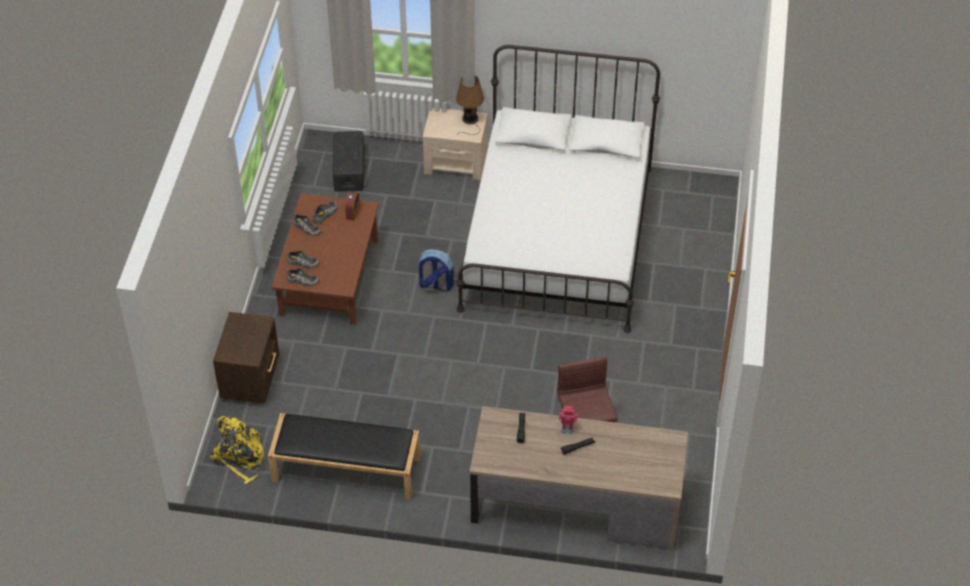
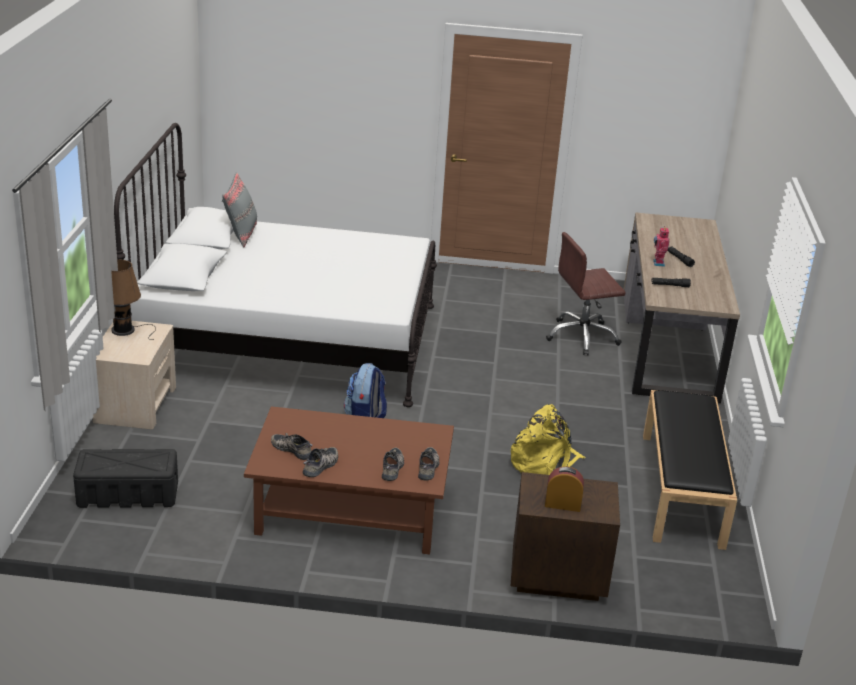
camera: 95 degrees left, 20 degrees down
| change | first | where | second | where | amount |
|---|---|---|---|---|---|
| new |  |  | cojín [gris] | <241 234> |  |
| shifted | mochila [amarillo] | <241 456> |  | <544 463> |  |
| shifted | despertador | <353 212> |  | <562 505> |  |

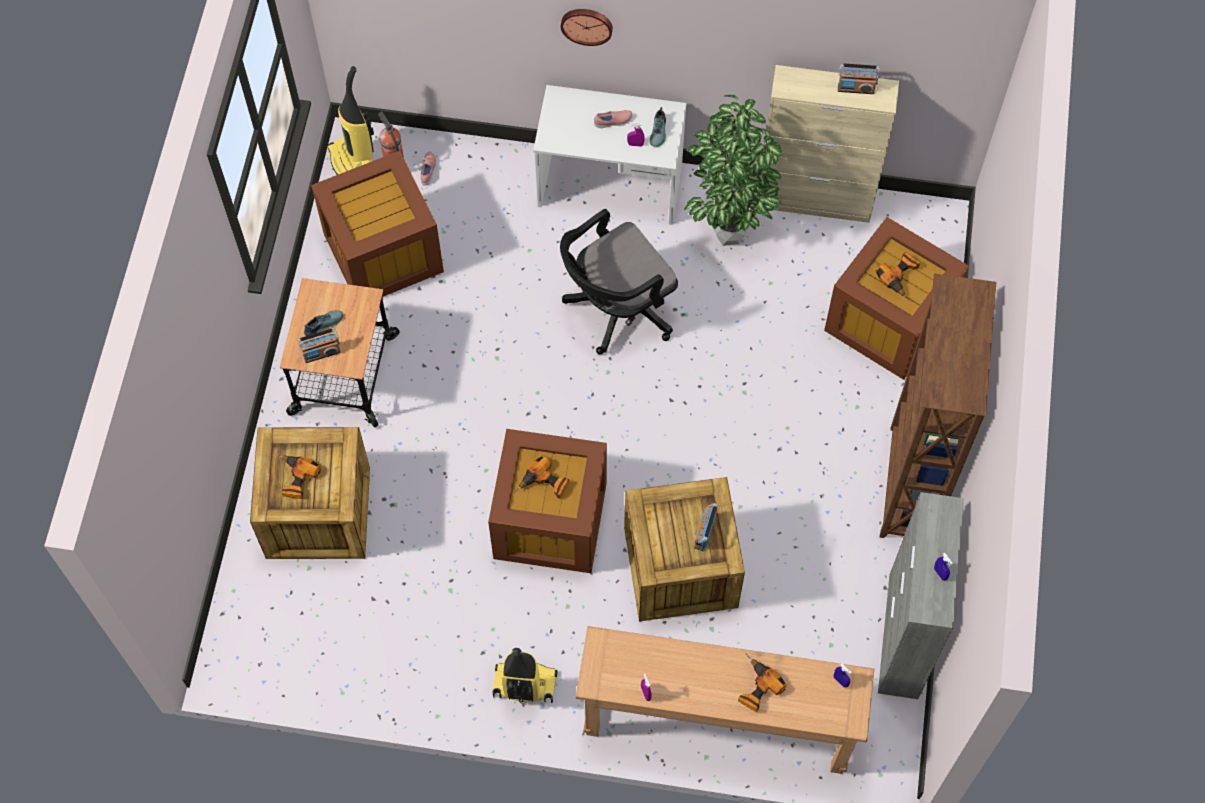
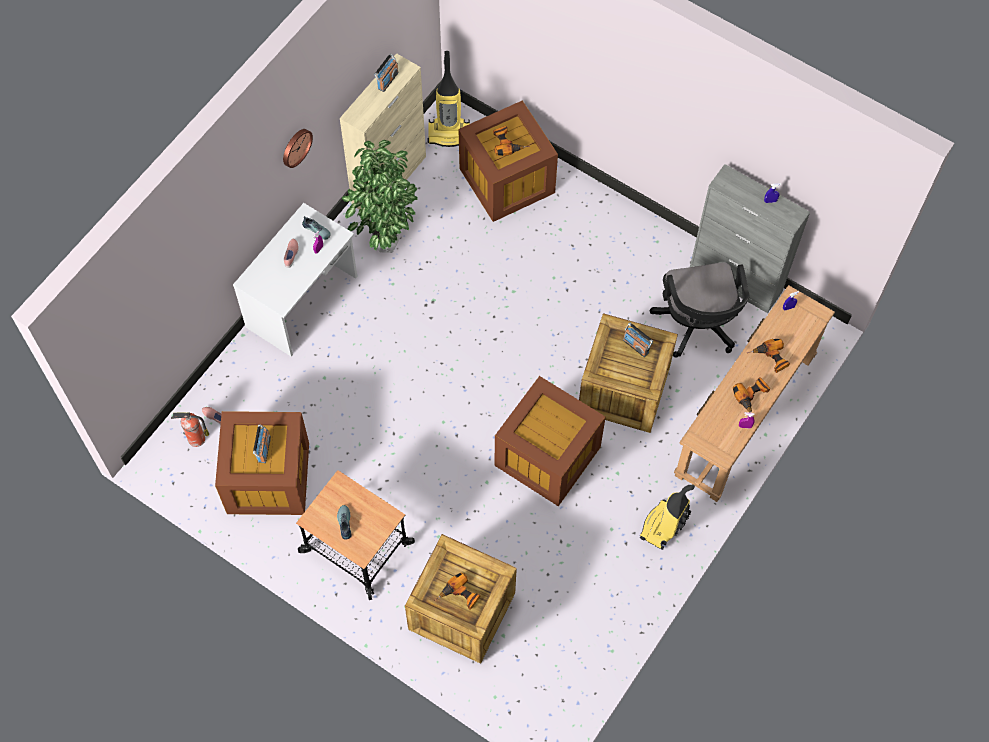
camera: 65 degrees left, 0 degrees up
| change | first | where | second | where | amount |
|---|---|---|---|---|---|
| shifted | radio | <321 353> |  | <264 449> |  |
| shifted | reloj de pared | <587 24> |  | <295 147> |  |
| shifted | aspiradora | <353 162> |  | <449 133> |  |
| shifted | silla de oficina [negro] | <616 309> |  | <697 326> |  |
| shifted | taladro | <544 484> |  | <752 397> |  |
| gone | estantería [marrón] | <908 486> |  |  |  |

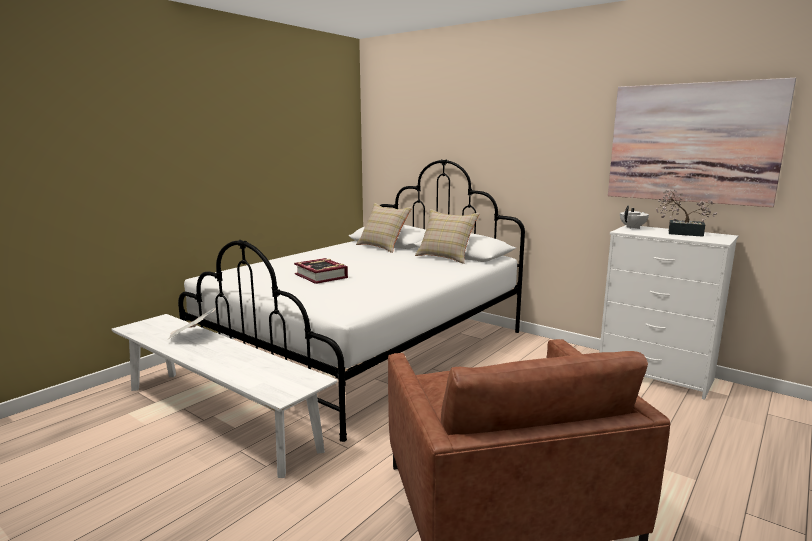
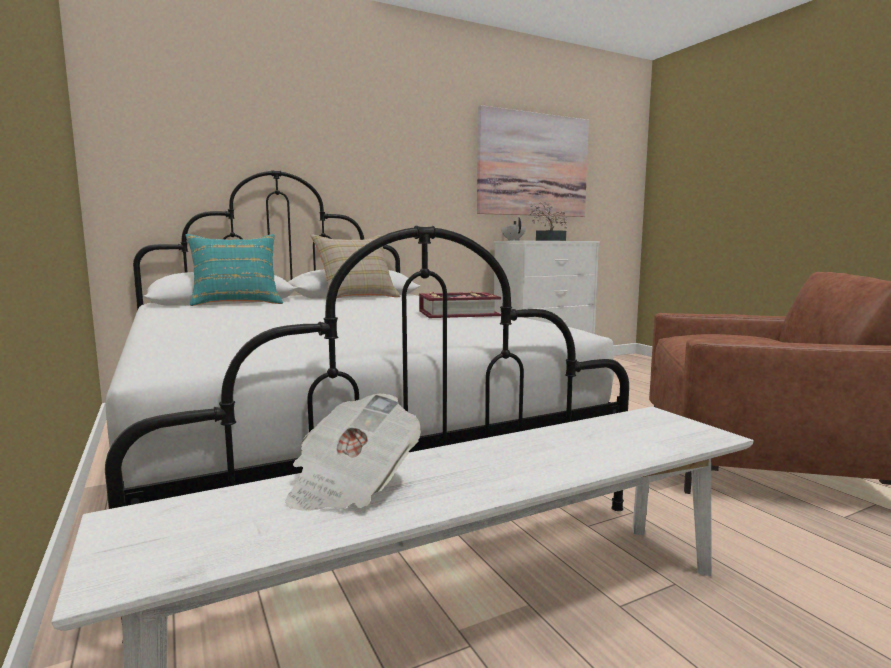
camera: 65 degrees left, 5 degrees down
| change | first | where | second | where | amount |
|---|---|---|---|---|---|
| repainted | cojín [beis] | <383 247> | cojín [turquesa] | <237 303> |  |
| shifted | libro | <321 276> |  | <458 314> |  |

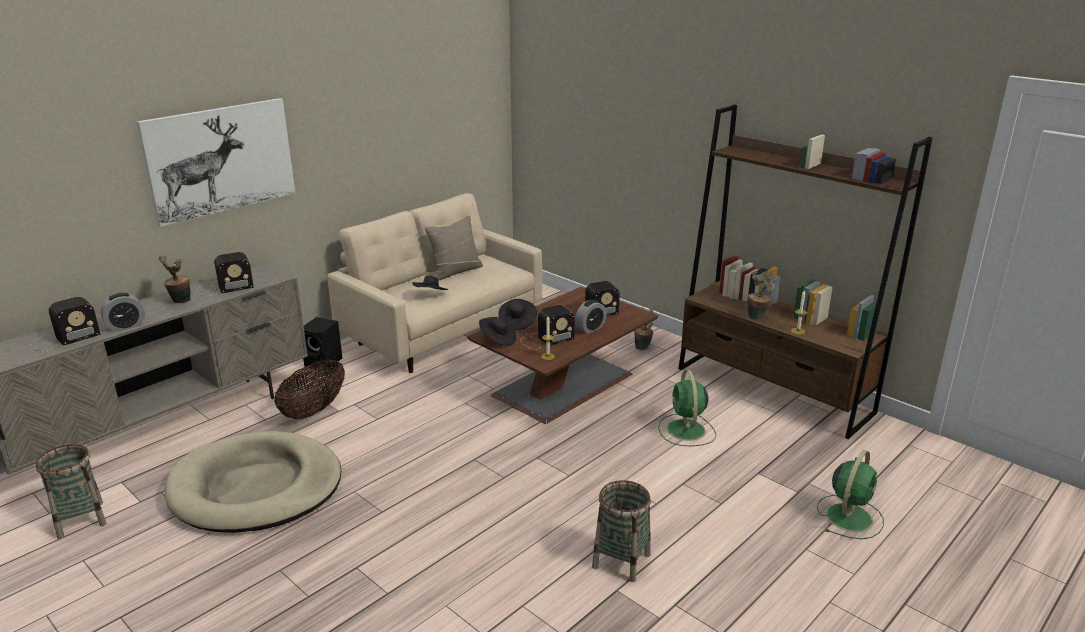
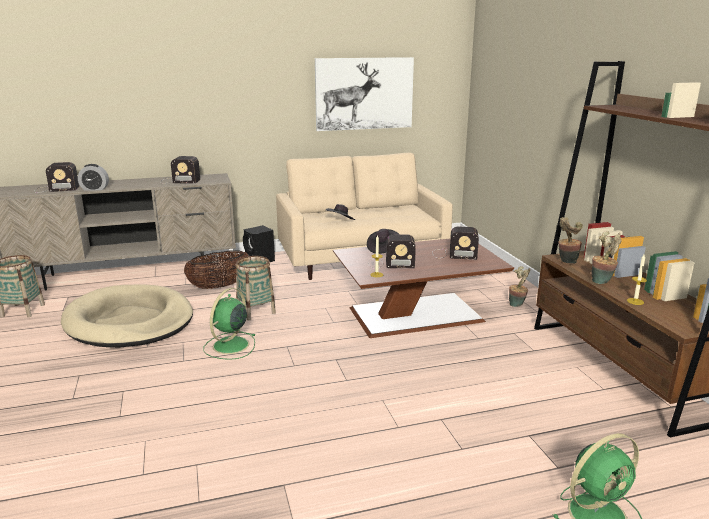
camera: 30 degrees right, 5 degrees down
| change | first | where | second | where | amount |
|---|---|---|---|---|---|
| shifted | ventilador [verde] | <686 431> |  | <230 346> |  |
| shifted | cesta | <621 560> |  | <256 311> |  |
| shifted | cuadro | <221 159> |  | <364 93> |  |
| shifted | planta en maceta | <179 301> |  | <566 262> |  |
| gone | cojín [beis] | <456 271> |  |  |  |
| gone | sombrero [negro] | <497 340> |  |  |  |
| gone | despertador | <590 328> |  |  |  |

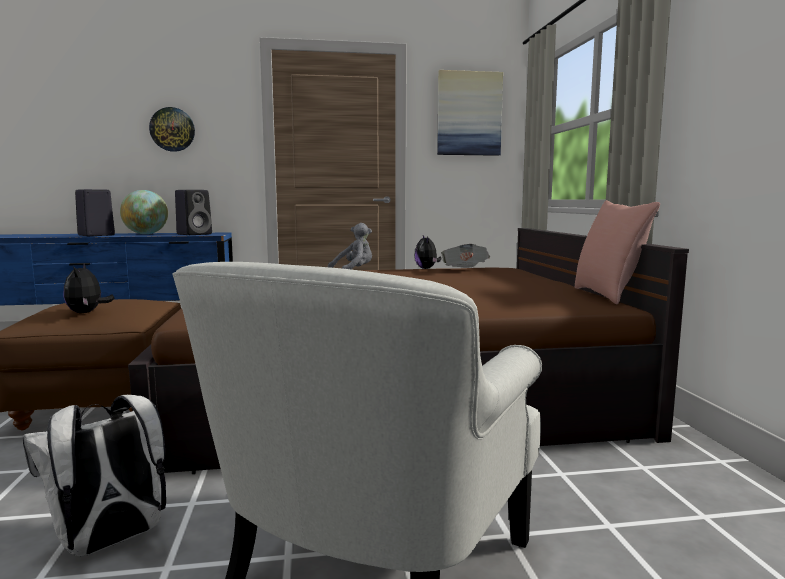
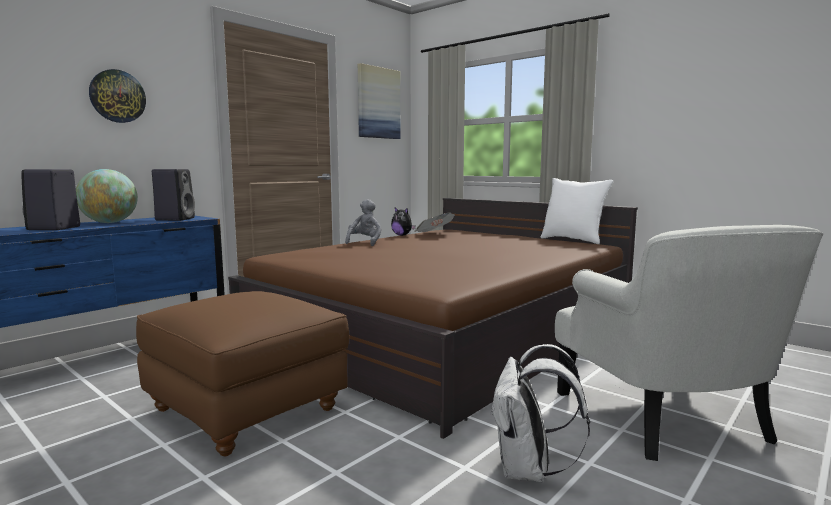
camera: 40 degrees left, 0 degrees up
| change | first | where | second | where | amount |
|---|---|---|---|---|---|
| repainted | cojín [rosa] | <608 295> | cojín [blanco] | <573 240> |  |
| gone | peluche | <87 313> |  |  |  |

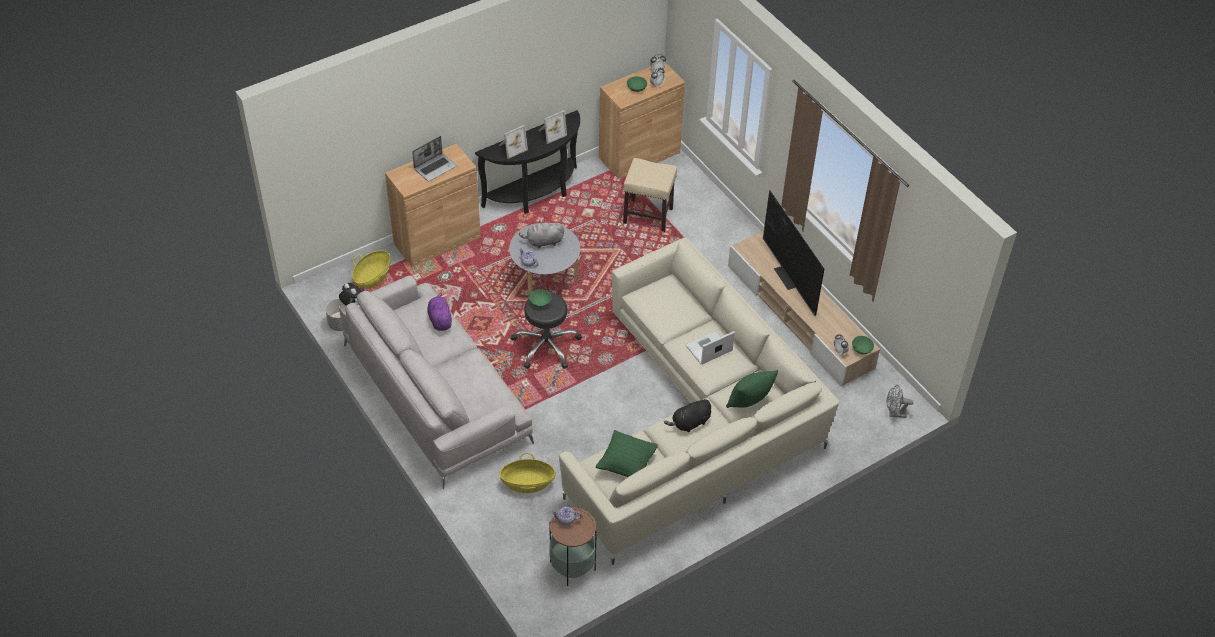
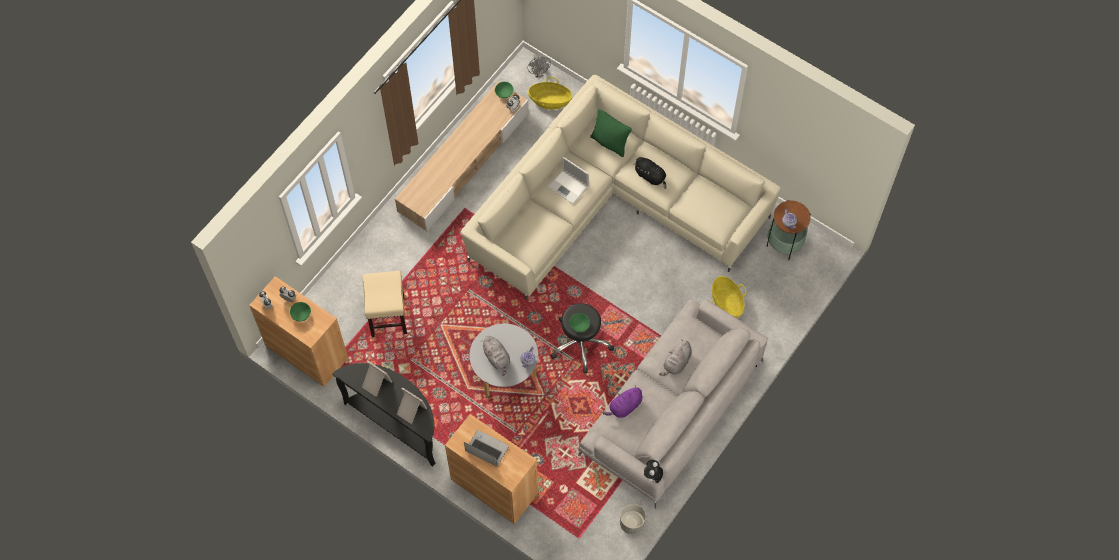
camera: 110 degrees left, 15 degrees up
| change | first | where | second | where | amount |
|---|---|---|---|---|---|
| shifted | cesta | <372 277> |  | <550 101> |  |
| new |  |  | peluche [gris] | <676 363> |  |
| gone | cojín [verde] | <626 464> |  |  |  |
| gone | televisor | <788 277> |  |  |  |

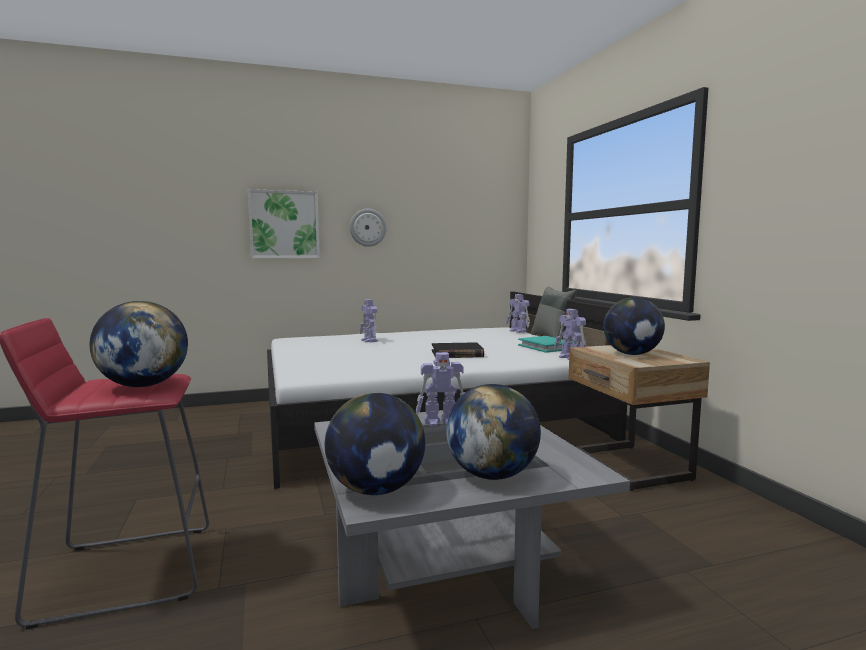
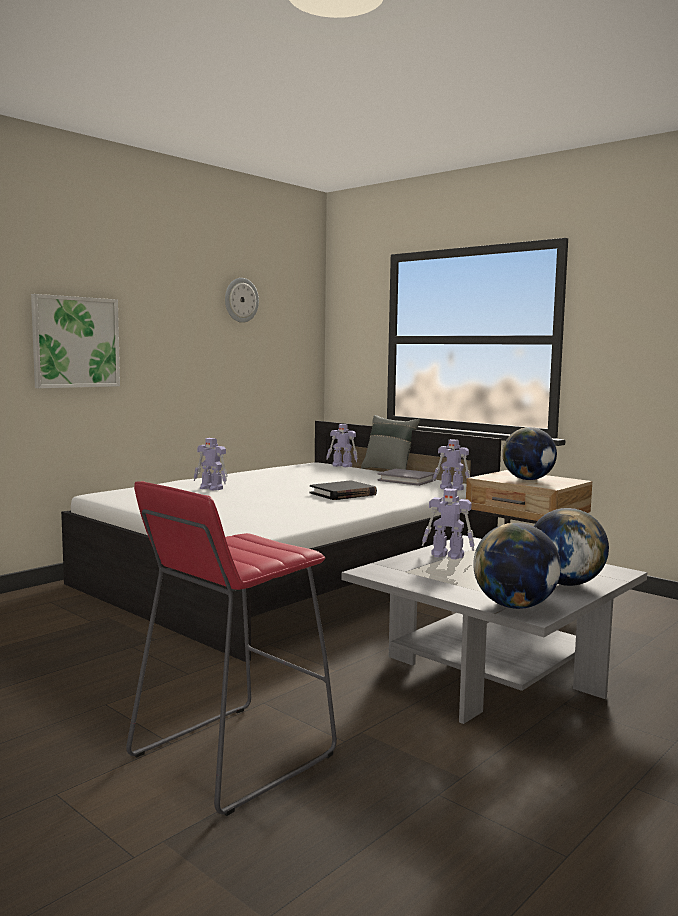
camera: 30 degrees left, 0 degrees up
| change | first | where | second | where | amount |
|---|---|---|---|---|---|
| shifted | reloj de pared | <368 227> |  | <241 300> |  |
| repainted | libro [turquesa] | <546 347> | libro [gris] | <407 480> |  |
| rotated | robot de juguete | <442 422> |  | <448 555> | 60 degrees clockwise |
| gone | globo terráqueo | <143 385> |  |  |  |

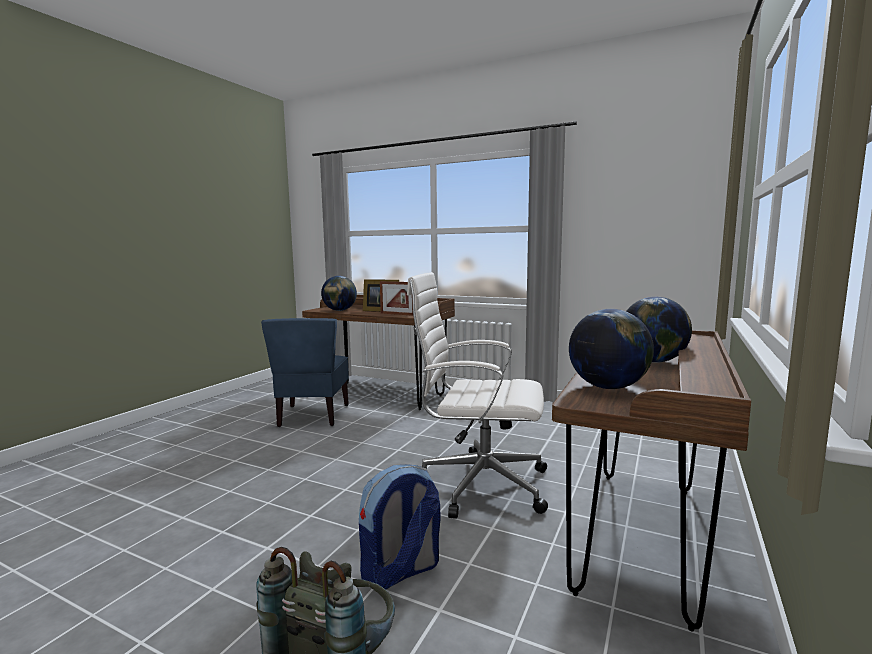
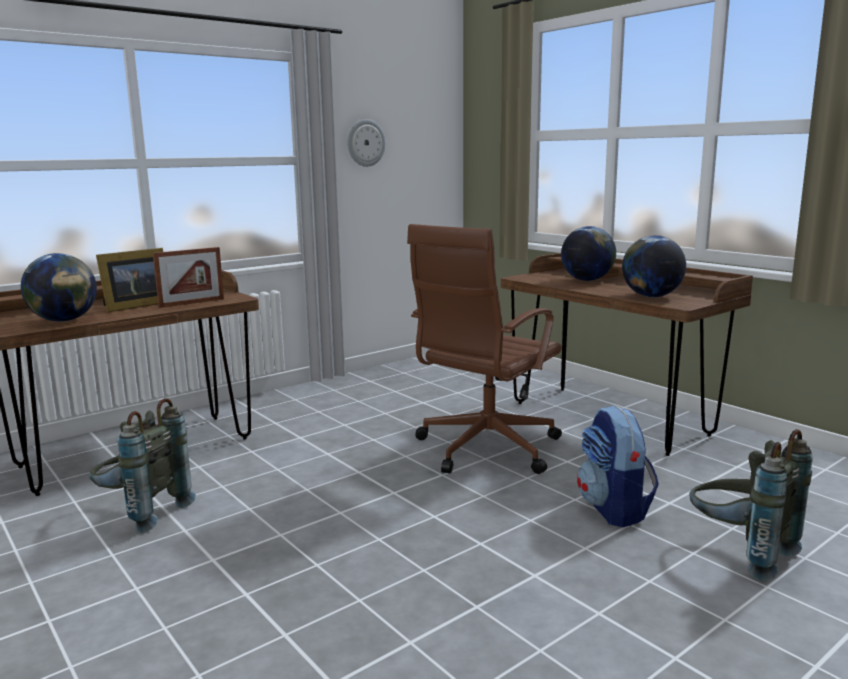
camera: 65 degrees left, 5 degrees up
| change | first | where | second | where | amount |
|---|---|---|---|---|---|
| swapped | silla [azul] | <313 416> | mochila [gris] | <141 512> |  |
| new |  |  | reloj de pared | <365 143> |  |
| repainted | silla de oficina [blanco] | <479 483> | silla de oficina [marrón] | <484 449> |  |

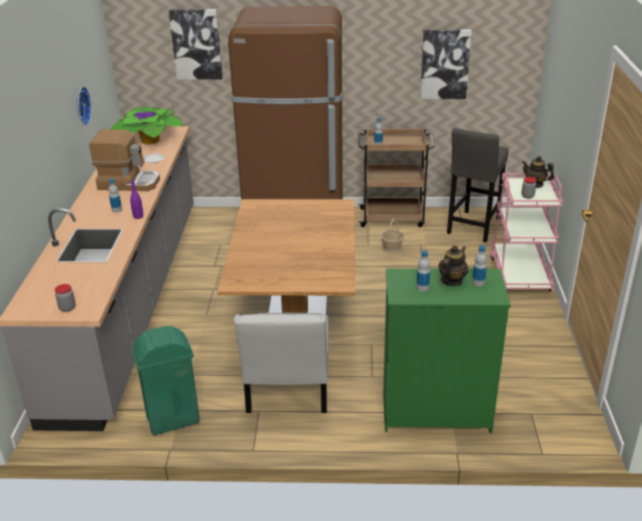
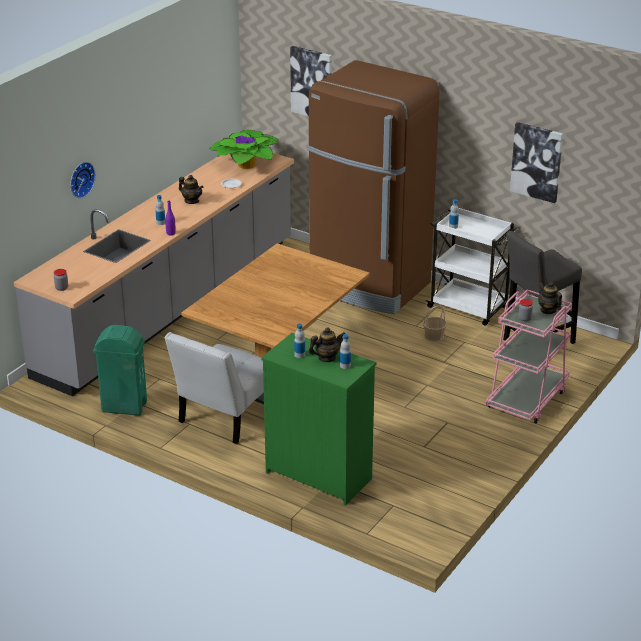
camera: 30 degrees right, 0 degrees up
| change | first | where | second | where | amount |
|---|---|---|---|---|---|
| shifted | reloj de pared | <81 106> |  | <80 179> |  |
| swapped | cafetera | <129 183> | tetera | <191 201> |  |
| repainted | carrito [marrón] | <393 217> | carrito [blanco] | <469 308> |  |

